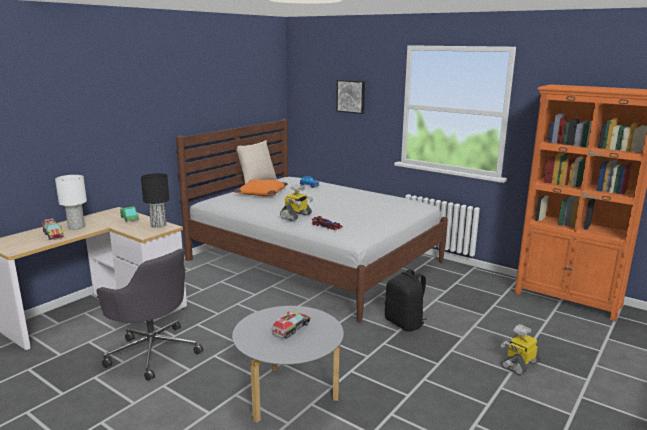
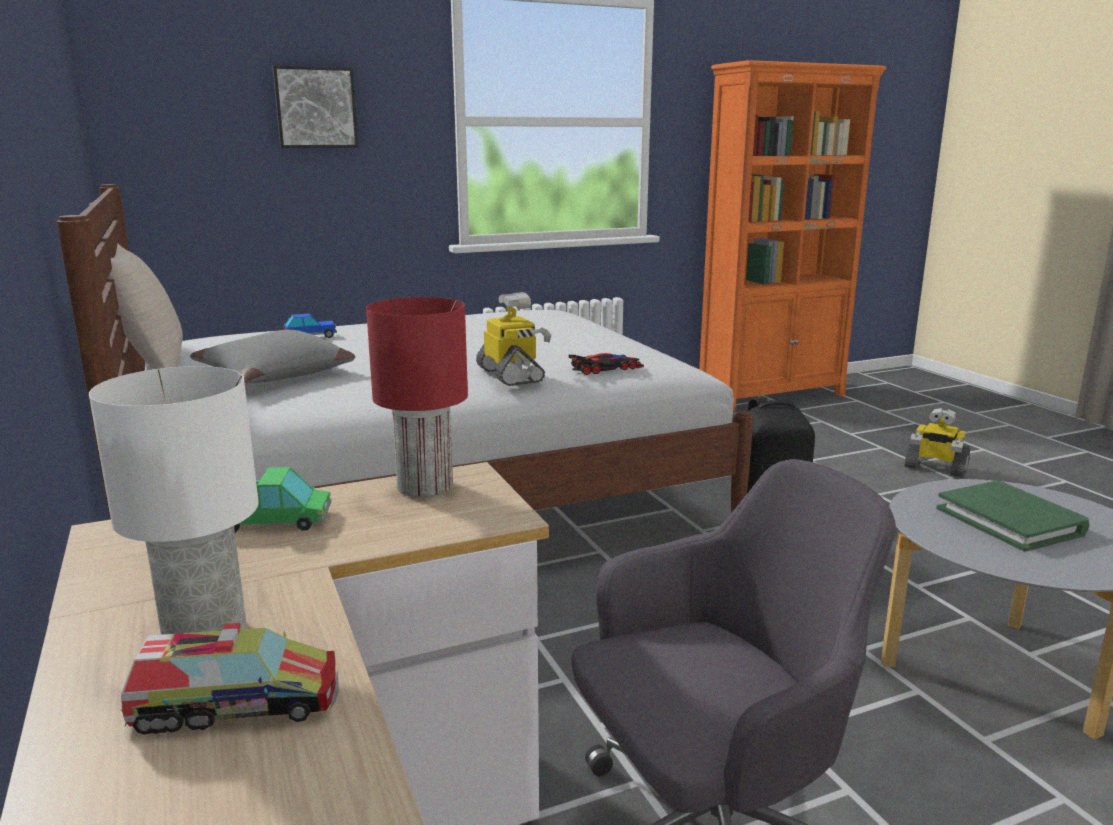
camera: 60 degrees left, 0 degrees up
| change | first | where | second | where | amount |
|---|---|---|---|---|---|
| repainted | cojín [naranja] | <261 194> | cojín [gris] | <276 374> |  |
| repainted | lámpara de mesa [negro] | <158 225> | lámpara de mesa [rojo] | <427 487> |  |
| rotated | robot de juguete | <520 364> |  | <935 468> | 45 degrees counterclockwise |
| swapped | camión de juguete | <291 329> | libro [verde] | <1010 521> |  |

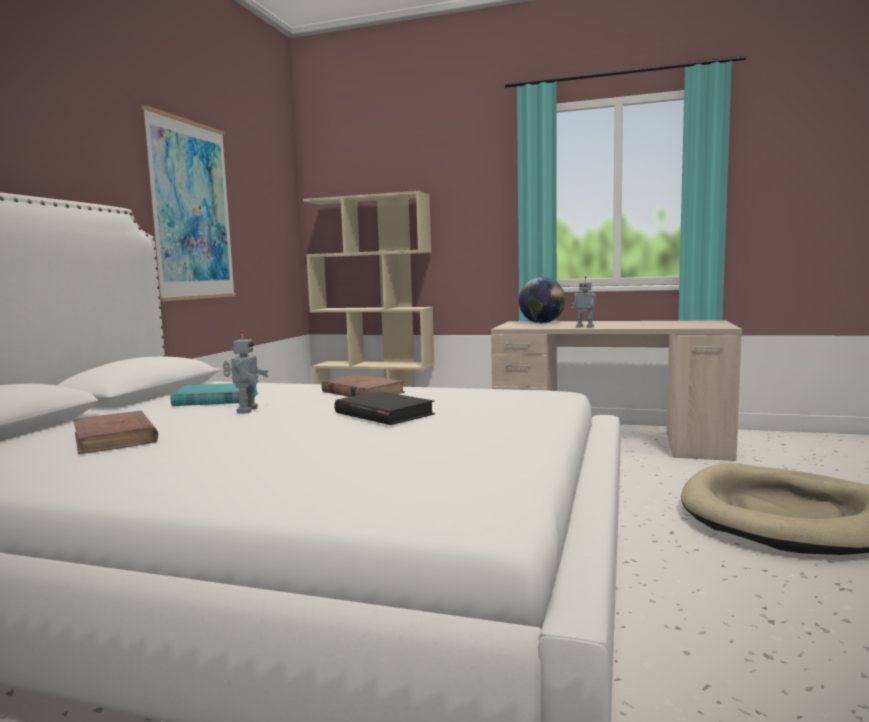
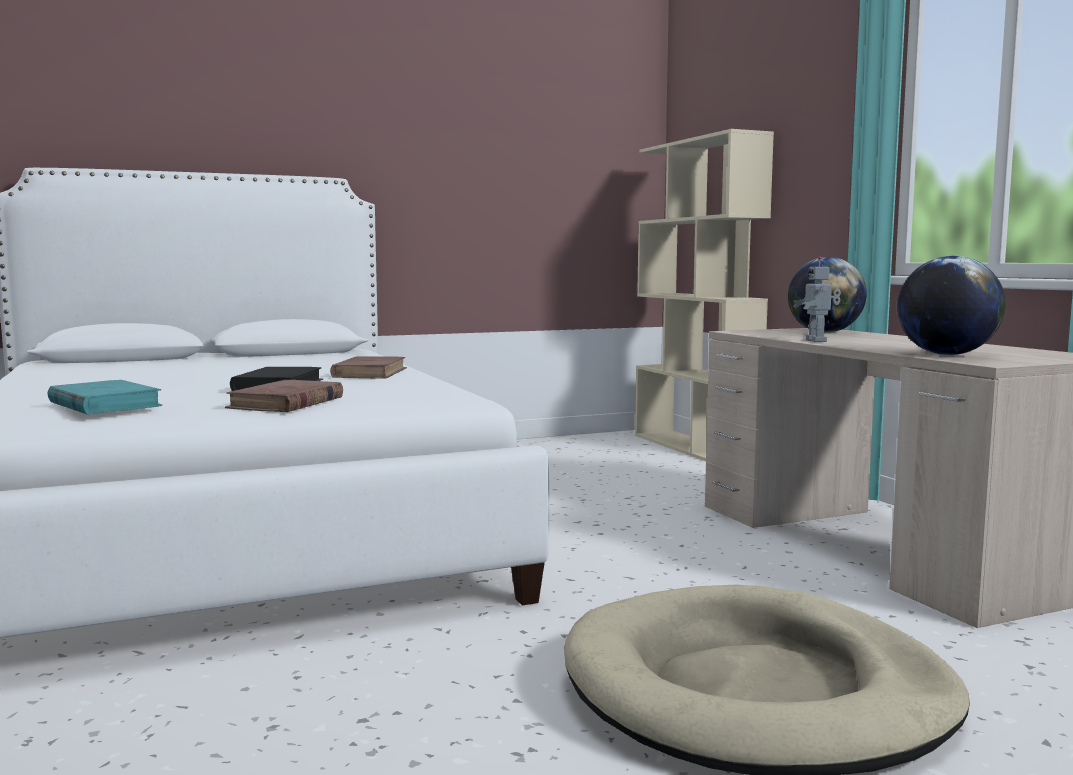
camera: 50 degrees right, 0 degrees up
| change | first | where | second | where | amount |
|---|---|---|---|---|---|
| shifted | libro [turquesa] | <216 399> |  | <104 404> |  |
| shifted | libro [marrón] | <115 438> |  | <286 403> |  |
| new |  |  | globo terráqueo | <947 355> |  |
| gone | cuadro | <191 211> |  |  |  |
| gone | robot de juguete | <246 410> |  |  |  |

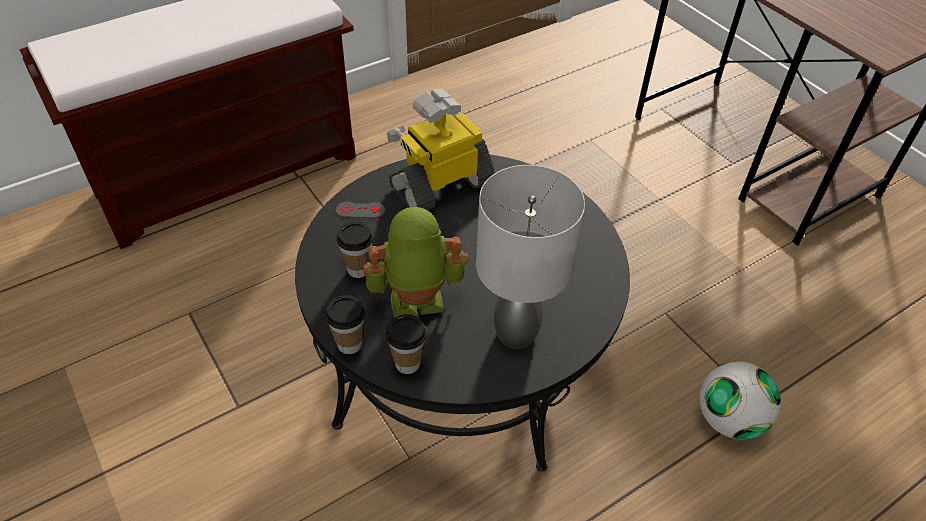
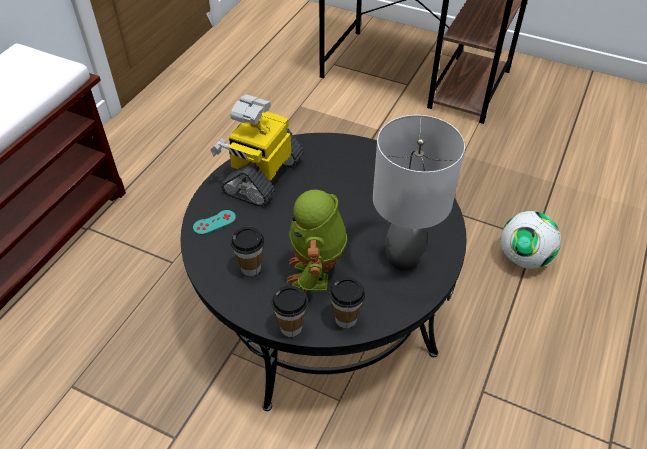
camera: 30 degrees left, 0 degrees up
| change | first | where | second | where | amount |
|---|---|---|---|---|---|
| repainted | mando de consola [gris] | <360 210> | mando de consola [turquesa] | <214 222> |  |
| rotated | robot de juguete | <416 304> |  | <316 273> | 45 degrees counterclockwise |

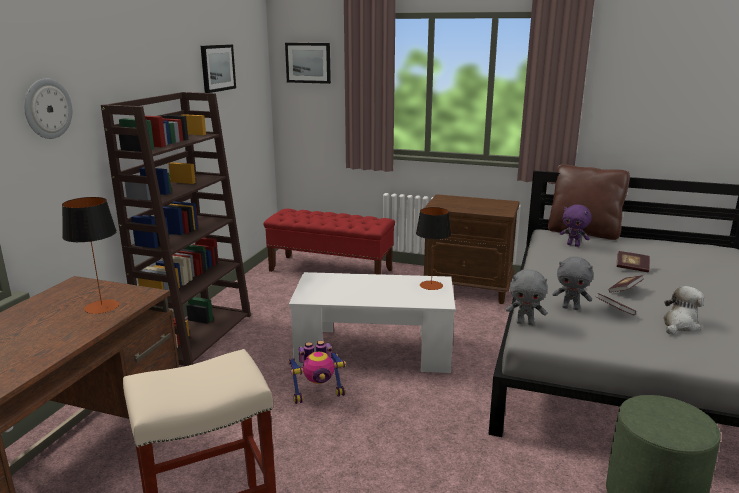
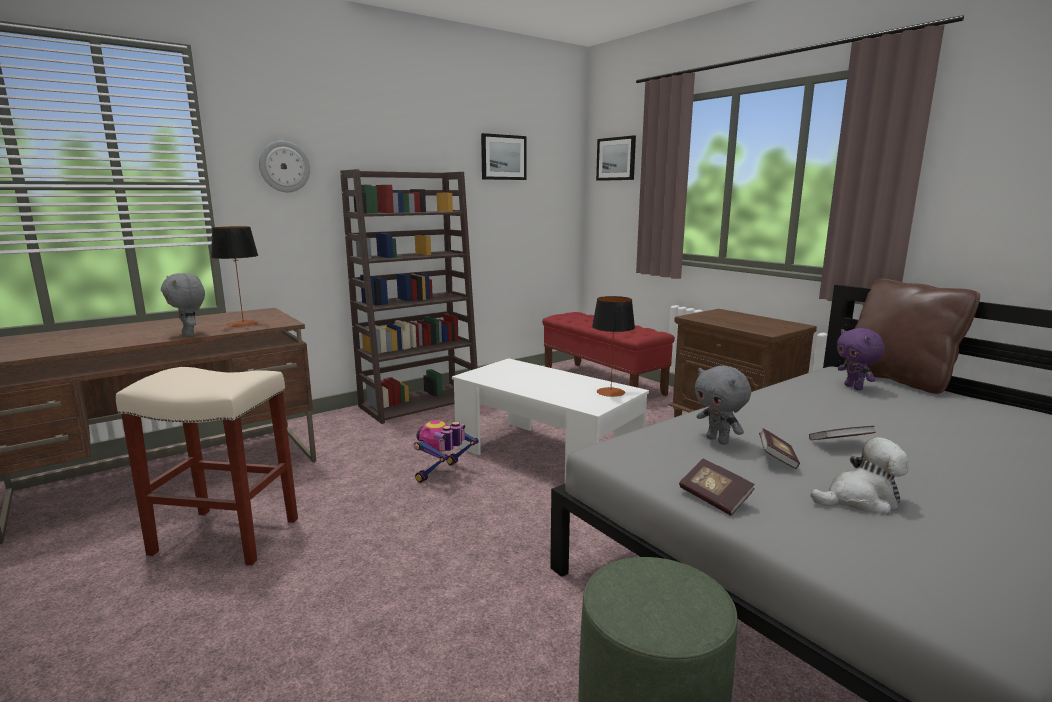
camera: 35 degrees right, 5 degrees down
| change | first | where | second | where | amount |
|---|---|---|---|---|---|
| shifted | peluche [gris] | <525 323> |  | <190 334> |  |
| rotated | robot de juguete | <318 394> |  | <443 474> | 105 degrees clockwise |
| shifted | libro | <632 268> |  | <714 498> |  |

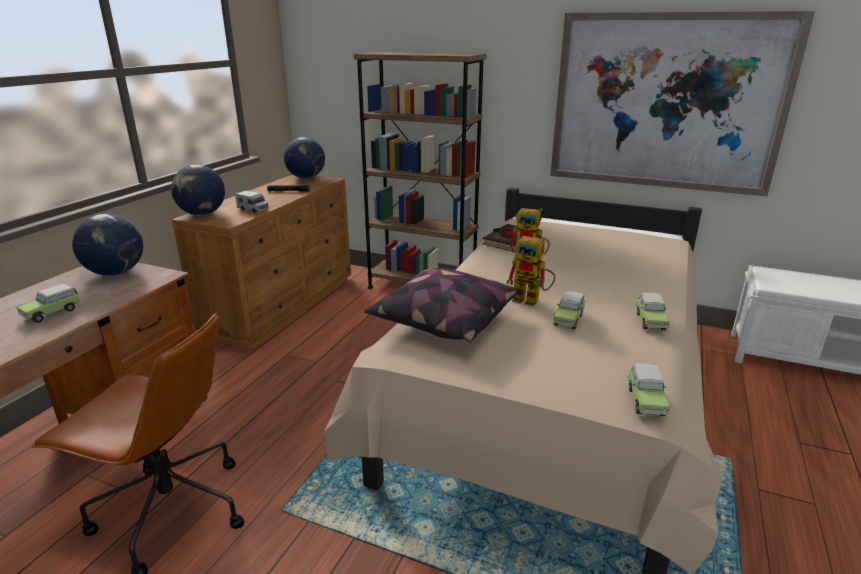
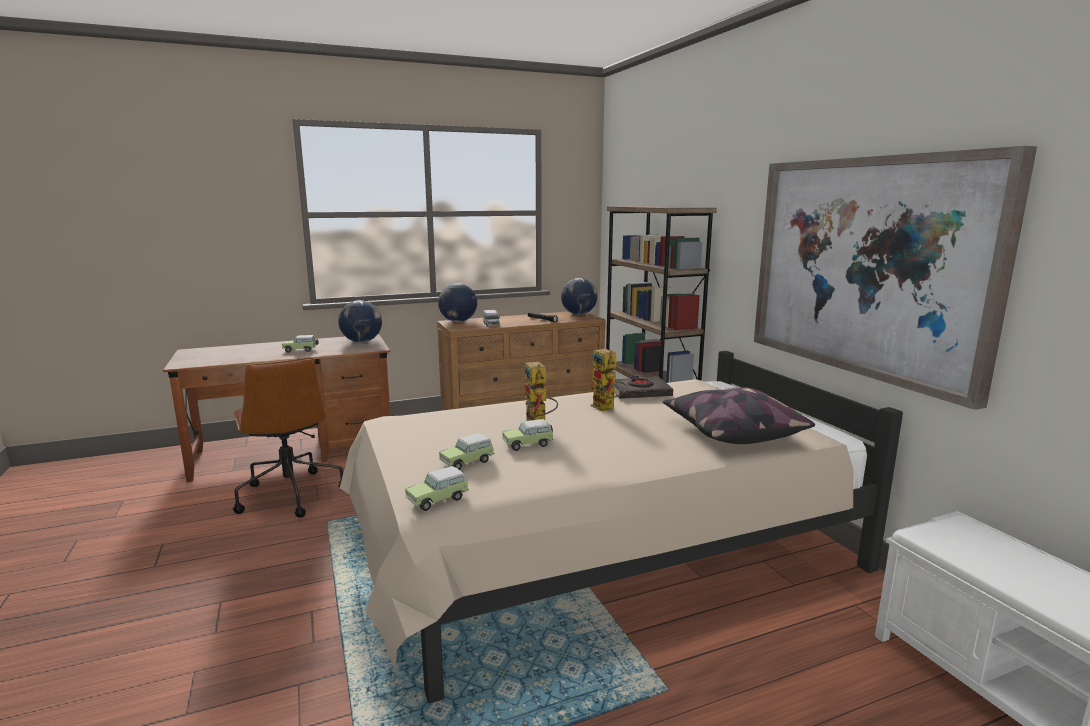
camera: 45 degrees right, 10 degrees down
| change | first | where | second | where | amount |
|---|---|---|---|---|---|
| shifted | coche de juguete | <650 320> |  | <468 462> |  |
| shifted | cojín | <443 321> |  | <731 432> |  |

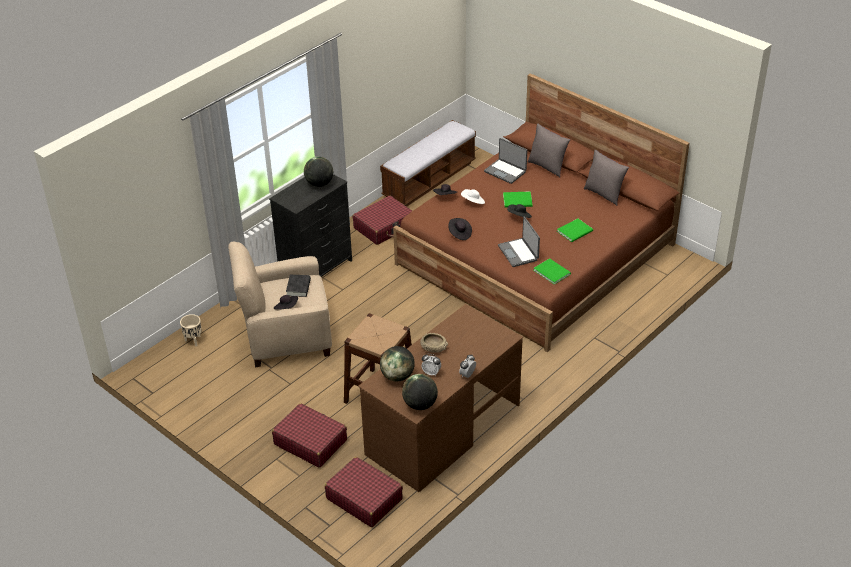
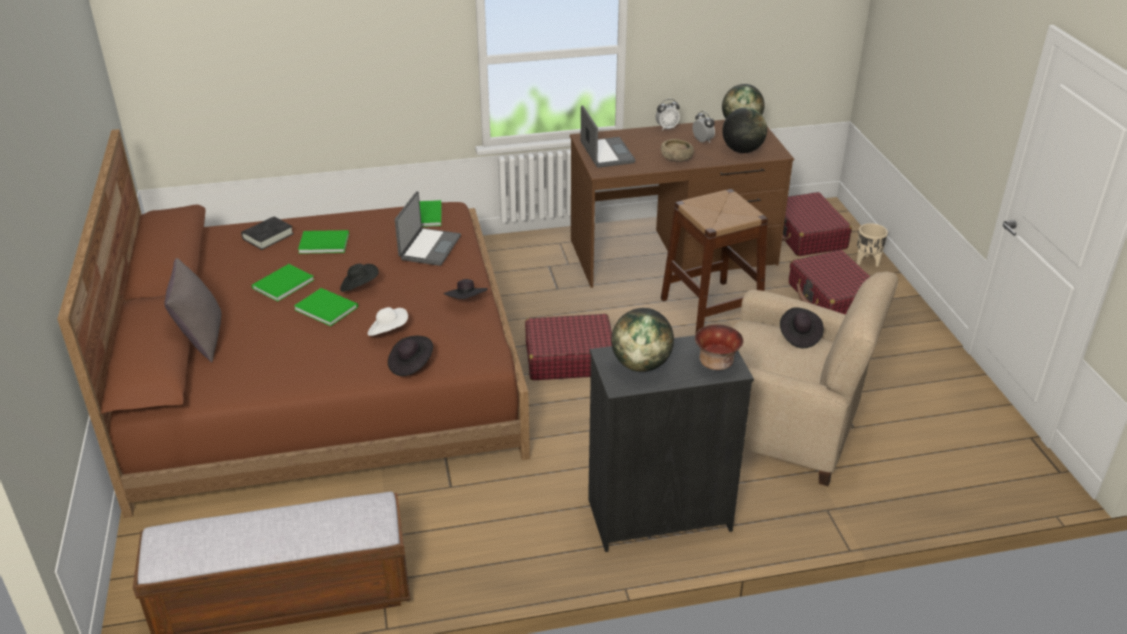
camera: 145 degrees left, 5 degrees down
| change | first | where | second | where | amount |
|---|---|---|---|---|---|
| shifted | libro [negro] | <298 288> |  | <268 236> |  |
| new |  |  | libro [verde] | <281 284> |  |
| shifted | maleta [rojo] | <384 227> |  | <569 358> |  |
| shifted | portátil | <505 171> |  | <606 153> |  |
| new |  |  | cuenco | <716 363> |  |
| shifted | maceta [beis] | <194 340> |  | <867 262> |  |
| gone | cojín [gris] | <604 194> |  |  |  |

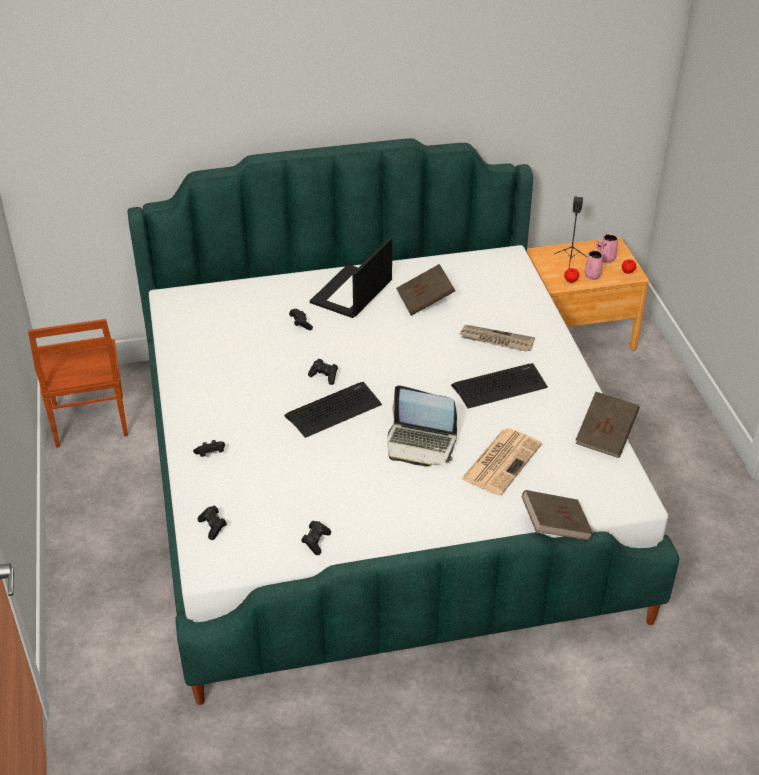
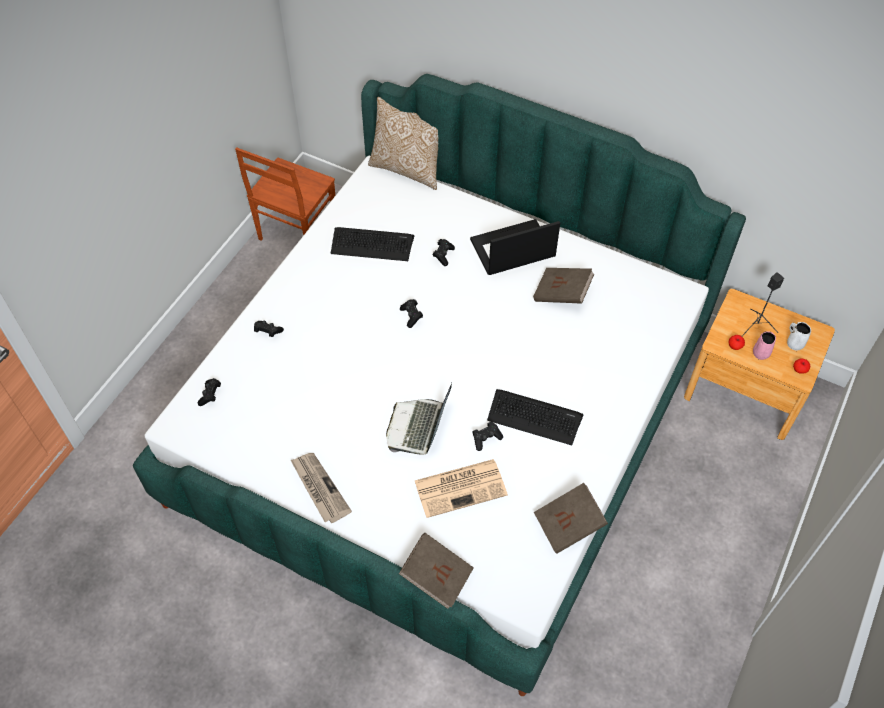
camera: 40 degrees right, 15 degrees up
| change | first | where | second | where | amount |
|---|---|---|---|---|---|
| shifted | periódico | <496 340> |  | <319 488> |  |
| shifted | teclado | <333 410> |  | <372 244> |  |
| new |  |  | cojín | <408 169> |  |
| rotated | portátil | <421 444> |  | <418 427> | 45 degrees clockwise |
| shifted | mando de consola [negro] | <316 542> |  | <486 438> |  |
| repainted | taza grande [rosa] | <606 258> | taza grande [blanco] | <794 343> |  |

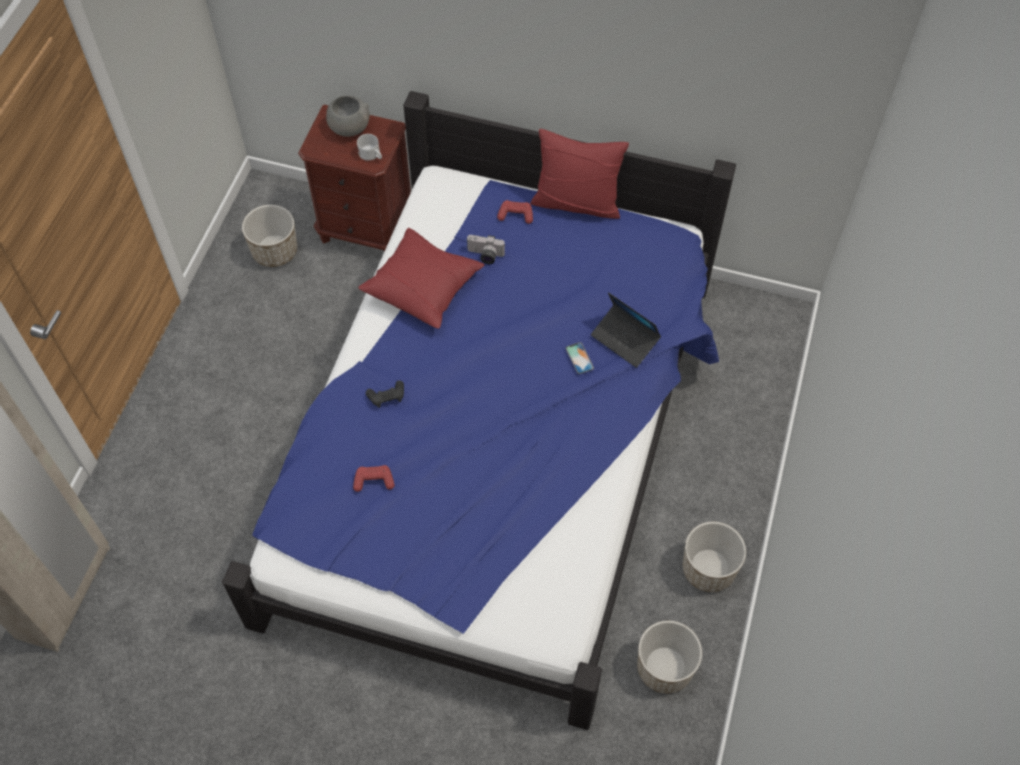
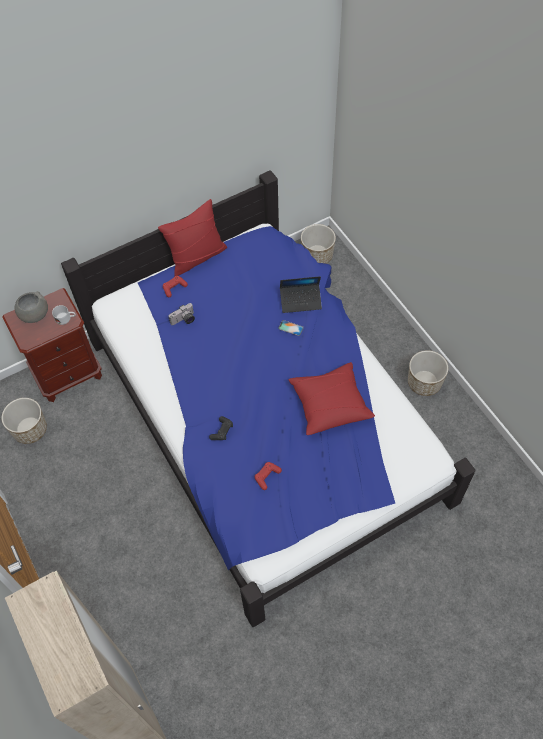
camera: 45 degrees left, 0 degrees up
| change | first | where | second | where | amount |
|---|---|---|---|---|---|
| shifted | cojín [rojo] | <423 287> |  | <330 404> |  |
| shifted | maceta | <664 668> |  | <317 256> |  |

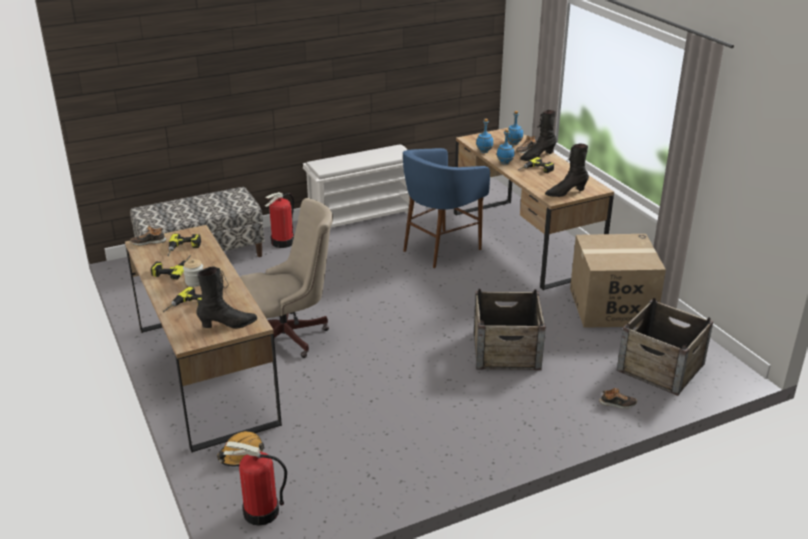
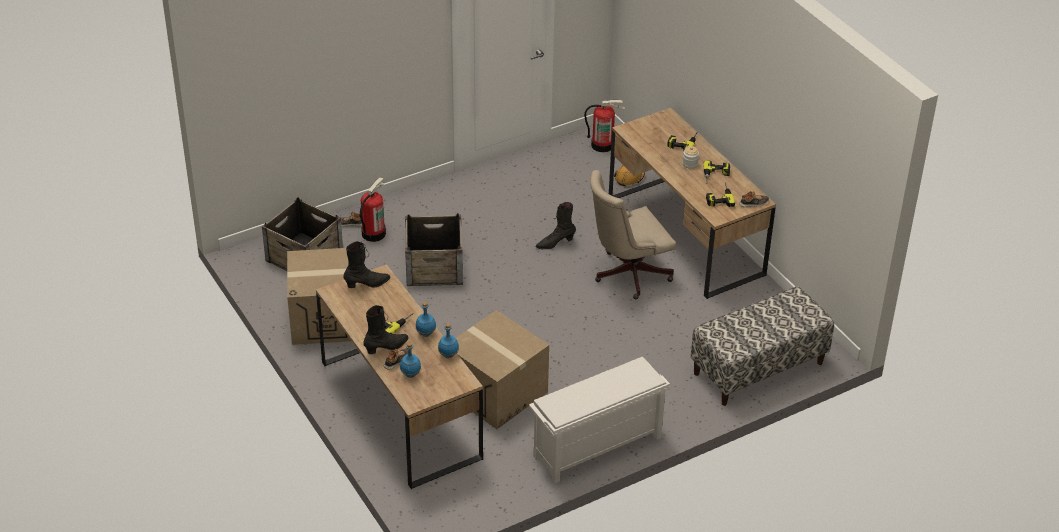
camera: 175 degrees right, 10 degrees up
| change | first | where | second | where | amount |
|---|---|---|---|---|---|
| shifted | extintor | <283 242> |  | <373 233> |  |
| swapped | taburete [azul] | <440 249> | caja de cartón | <497 392> |  |
| shifted | bota [negro] | <228 325> |  | <555 243> |  |

